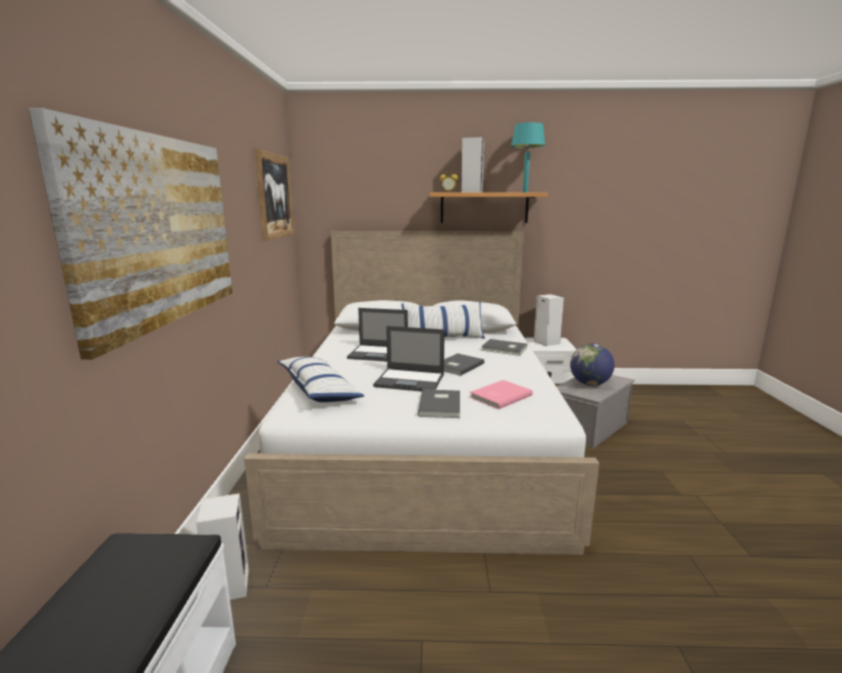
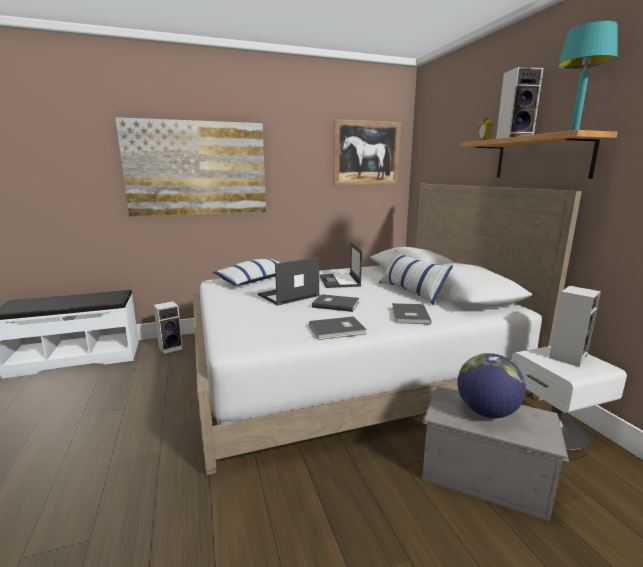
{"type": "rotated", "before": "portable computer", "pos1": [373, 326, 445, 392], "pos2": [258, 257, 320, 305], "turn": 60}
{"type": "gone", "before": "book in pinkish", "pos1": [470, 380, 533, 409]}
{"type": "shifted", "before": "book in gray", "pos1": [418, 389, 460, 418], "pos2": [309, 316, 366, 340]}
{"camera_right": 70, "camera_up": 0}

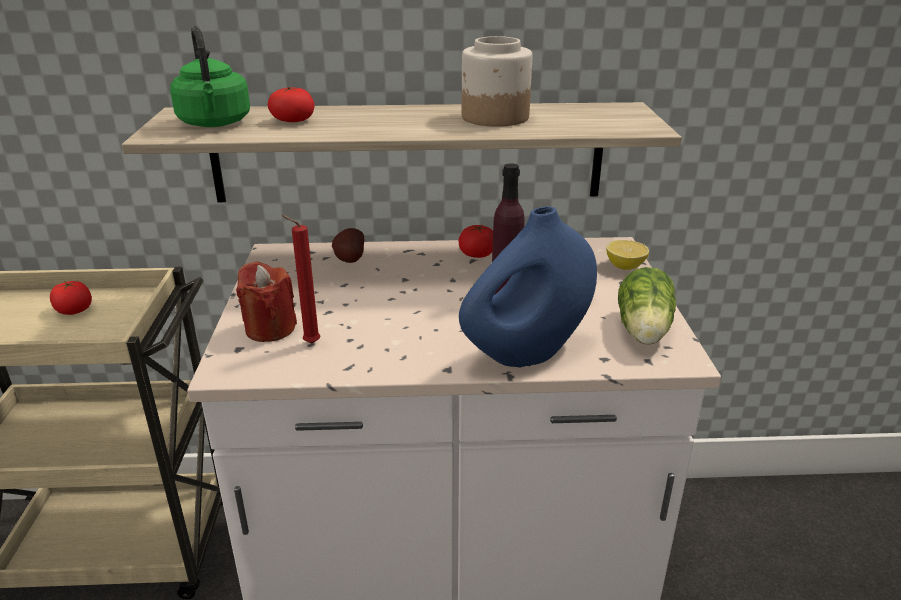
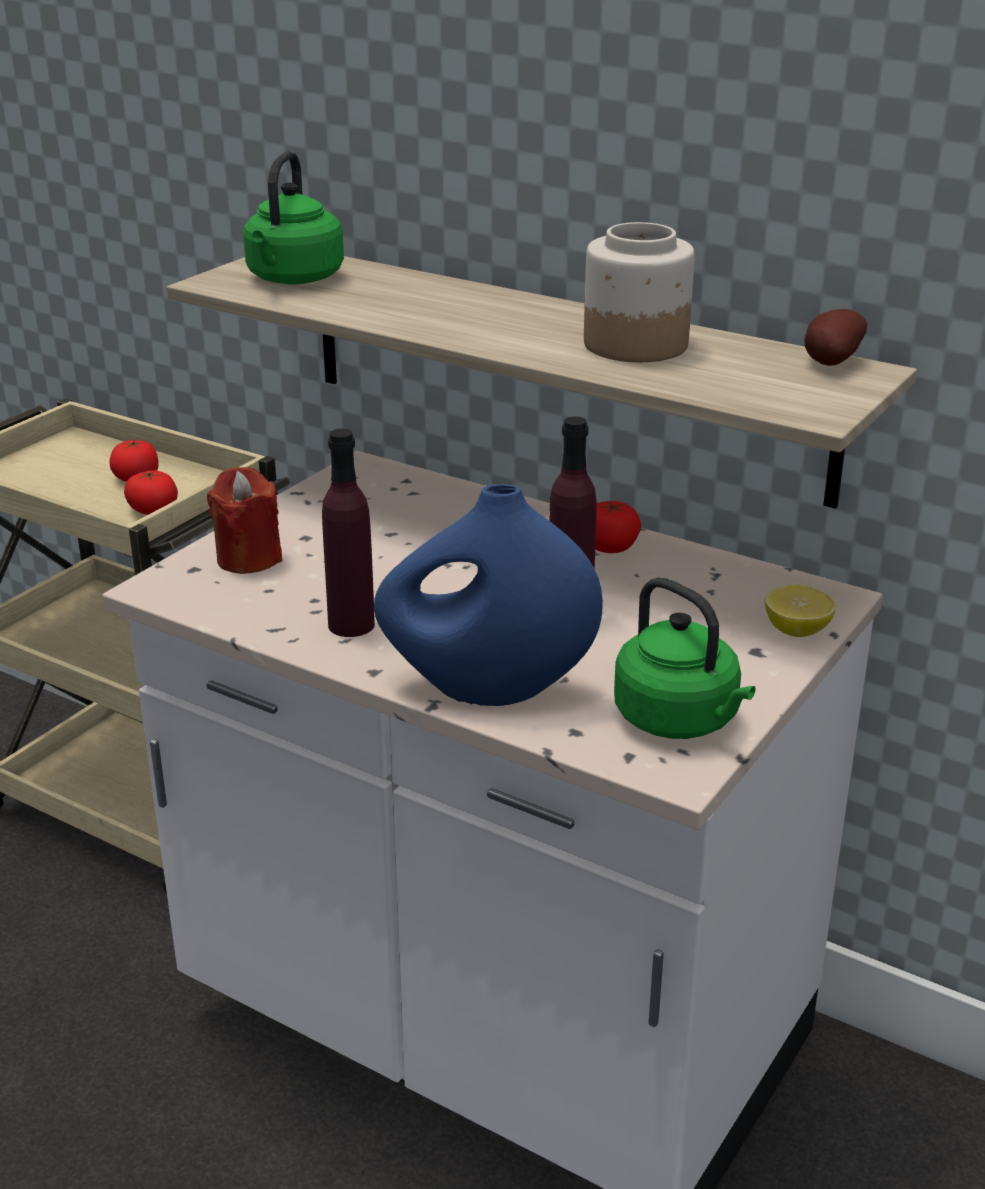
{"type": "shifted", "before": "tomato", "pos1": [268, 86, 315, 122], "pos2": [124, 469, 178, 515]}
{"type": "gone", "before": "wax light in reddish", "pos1": [281, 215, 321, 344]}
{"type": "shifted", "before": "spud", "pos1": [332, 228, 364, 263], "pos2": [804, 309, 867, 366]}
{"type": "swapped", "before": "lettuce", "after": "tea kettle in green-coloured", "pos1": [618, 267, 676, 344], "pos2": [614, 577, 756, 739]}
{"type": "new", "after": "bottle in purple-coloured", "pos2": [322, 429, 375, 637]}
{"camera_right": 35, "camera_up": 0}

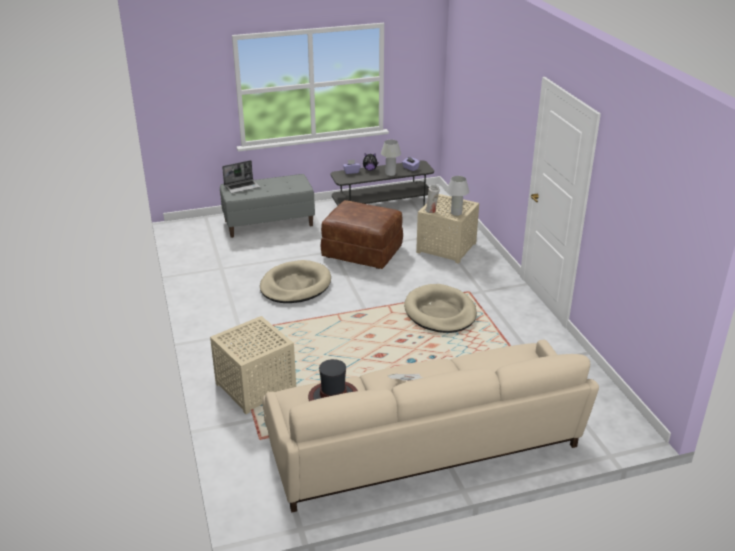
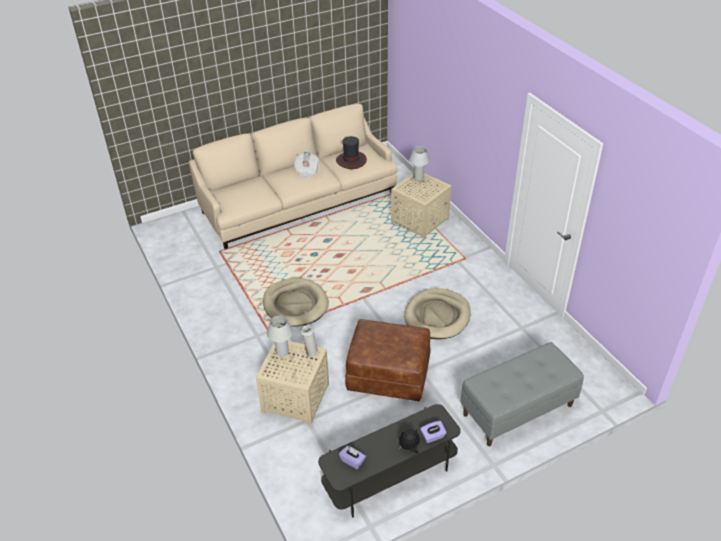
{"type": "shifted", "before": "tabletop lamp in white", "pos1": [381, 139, 401, 176], "pos2": [409, 146, 430, 181]}
{"type": "gone", "before": "portable computer", "pos1": [222, 160, 260, 193]}
{"camera_right": 170, "camera_up": 10}

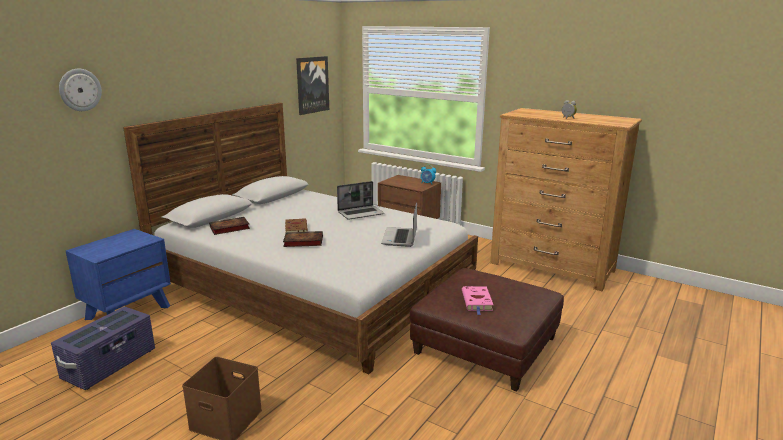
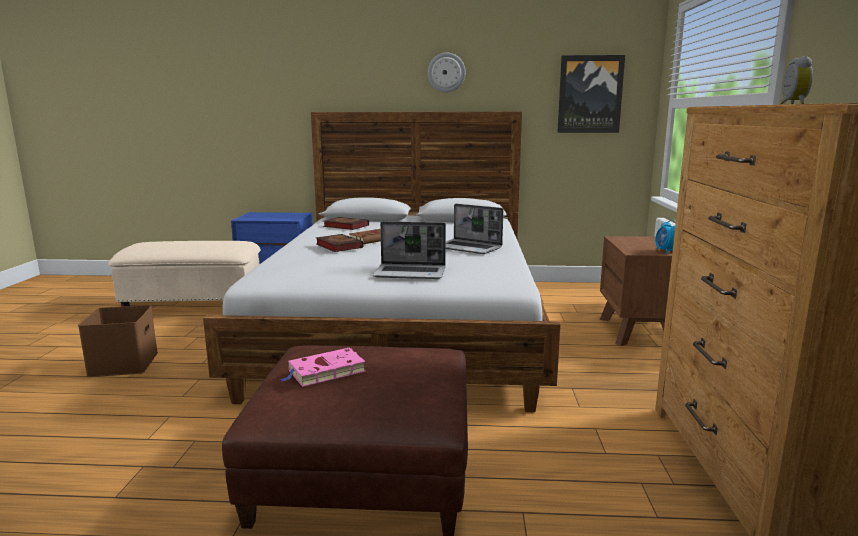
{"type": "shifted", "before": "clock on the wall", "pos1": [59, 69, 102, 111], "pos2": [428, 53, 466, 92]}
{"type": "rotated", "before": "portable computer", "pos1": [381, 202, 417, 247], "pos2": [373, 221, 446, 279], "turn": -150}
{"type": "swapped", "before": "storage box in purple-coloured", "after": "ottoman in beige", "pos1": [51, 306, 155, 390], "pos2": [108, 241, 261, 307]}
{"camera_right": 60, "camera_up": -5}

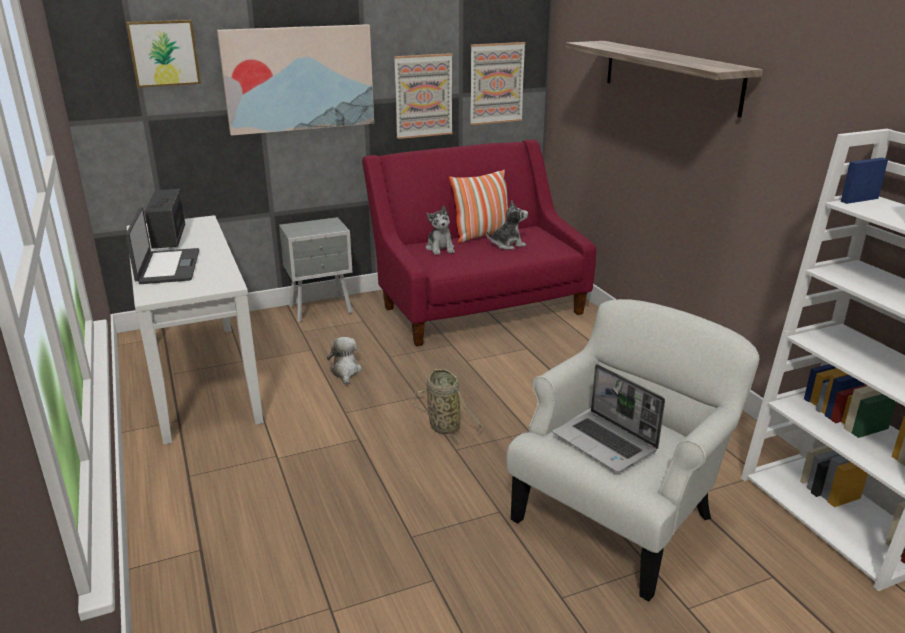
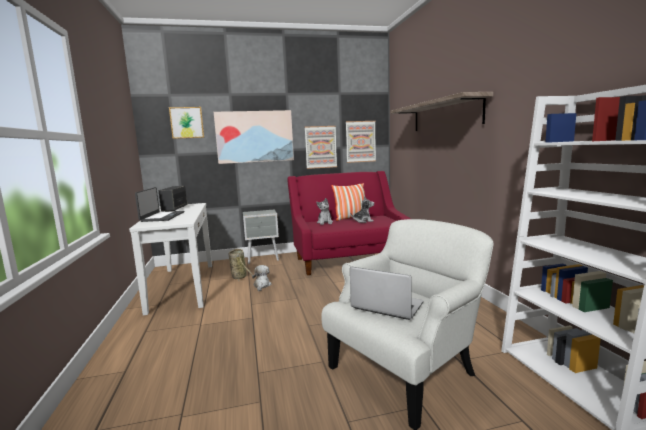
{"type": "rotated", "before": "portable computer", "pos1": [552, 364, 665, 473], "pos2": [350, 267, 423, 320], "turn": 150}
{"type": "shifted", "before": "storage basket", "pos1": [413, 368, 483, 443], "pos2": [229, 249, 253, 281]}
{"camera_right": 10, "camera_up": -15}

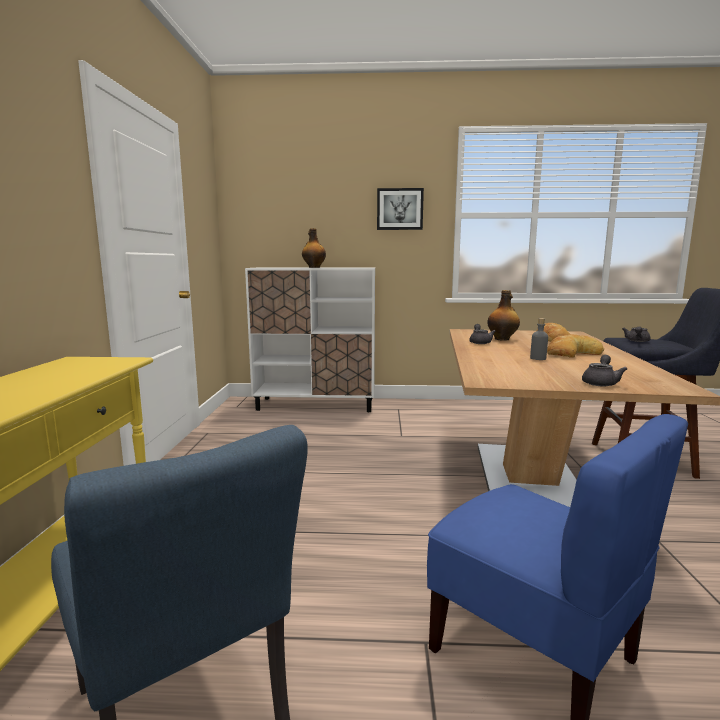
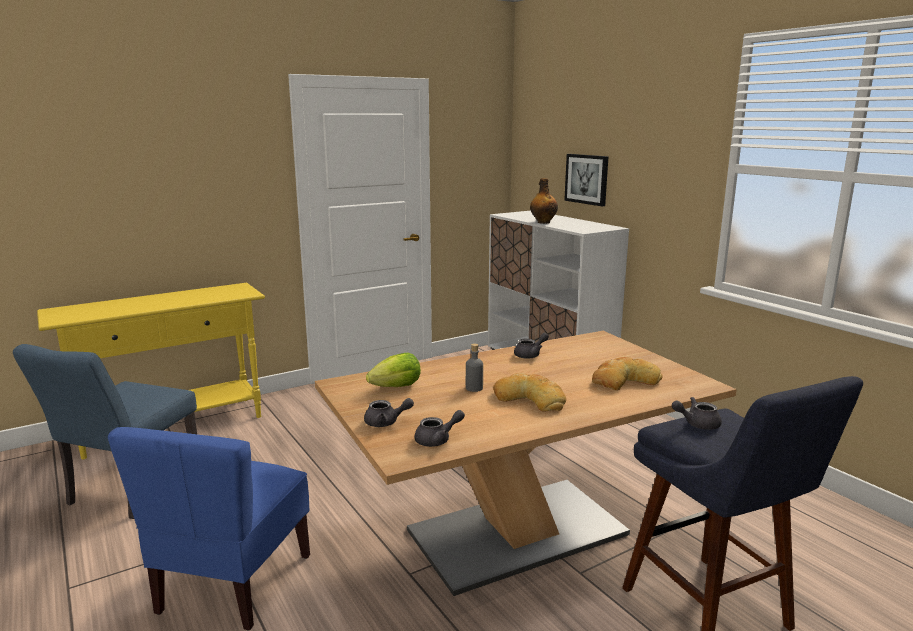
{"type": "shifted", "before": "wall art", "pos1": [377, 188, 424, 230], "pos2": [564, 154, 609, 206]}
{"type": "gone", "before": "bottle", "pos1": [487, 290, 520, 341]}
{"type": "new", "after": "lettuce", "pos2": [366, 353, 421, 387]}
{"type": "new", "after": "pot for tea in gray", "pos2": [415, 410, 465, 447]}
{"camera_right": 55, "camera_up": 5}

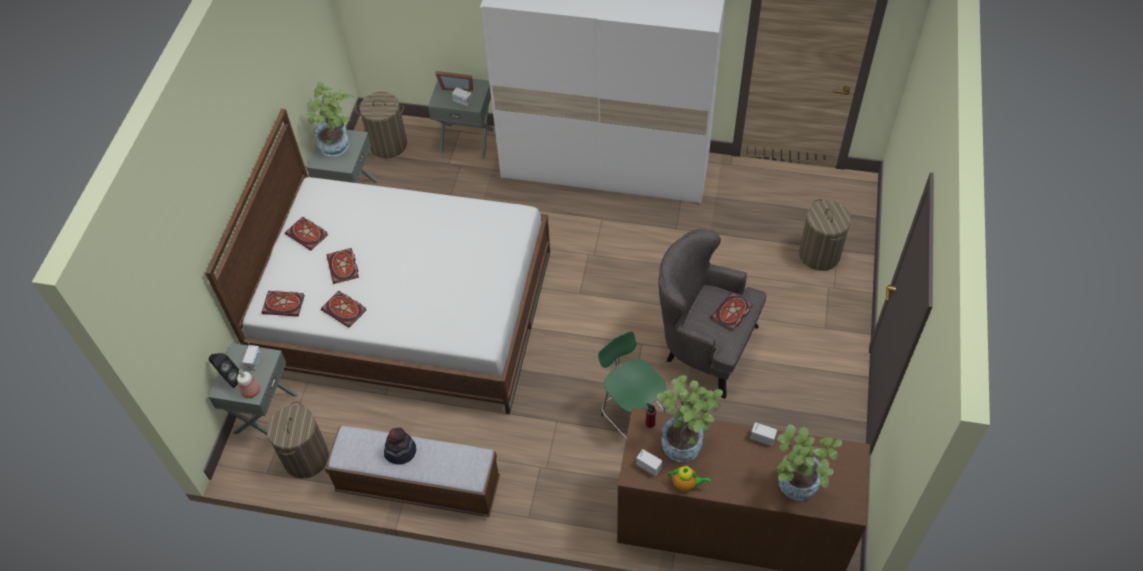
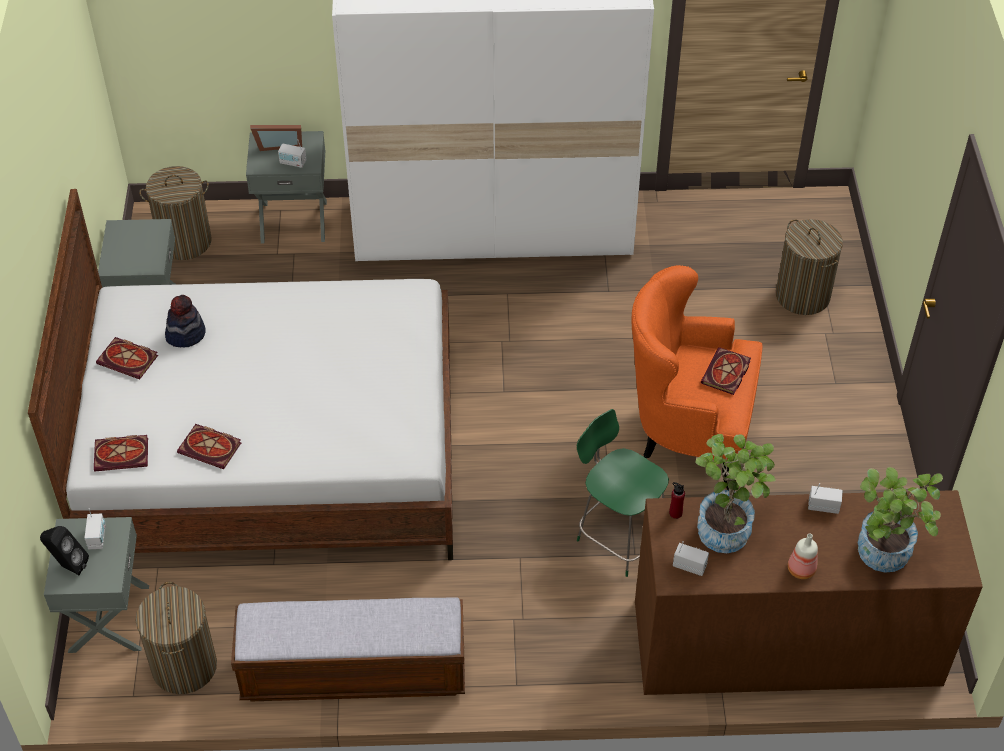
{"type": "gone", "before": "potted plant", "pos1": [303, 82, 353, 157]}
{"type": "repainted", "before": "armchair in gray", "after": "armchair in orangey", "pos1": [658, 229, 766, 399], "pos2": [631, 265, 763, 490]}
{"type": "gone", "before": "book", "pos1": [327, 248, 359, 284]}
{"type": "shifted", "before": "bottle", "pos1": [237, 369, 260, 398], "pos2": [788, 533, 818, 579]}
{"type": "shifted", "before": "clothing hat", "pos1": [384, 427, 416, 465], "pos2": [165, 295, 206, 347]}
{"type": "gone", "before": "pot for tea", "pos1": [668, 465, 711, 491]}
{"camera_right": -15, "camera_up": -5}

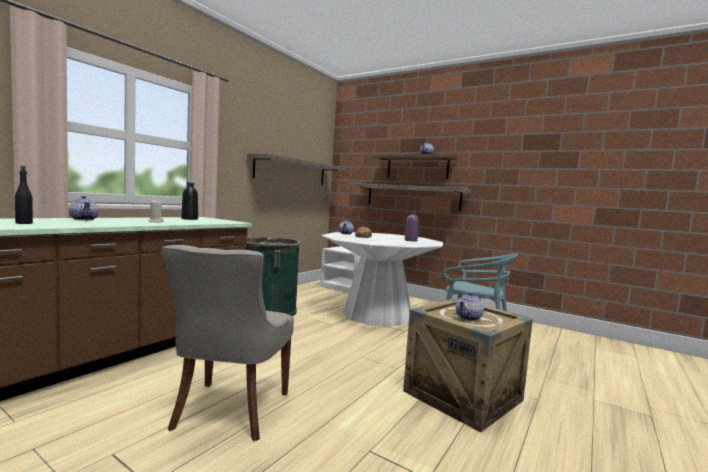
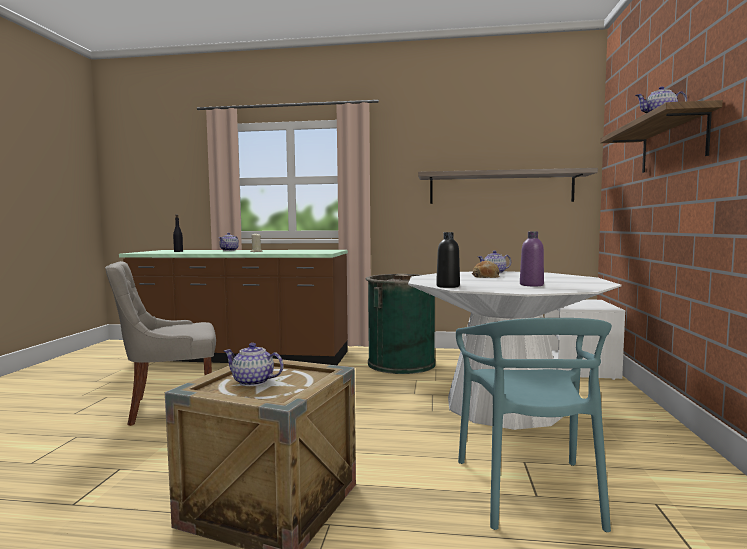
{"type": "shifted", "before": "bottle in blackish", "pos1": [181, 182, 198, 220], "pos2": [436, 232, 460, 288]}
{"type": "gone", "before": "shelf", "pos1": [351, 183, 471, 211]}
{"camera_right": 65, "camera_up": 0}

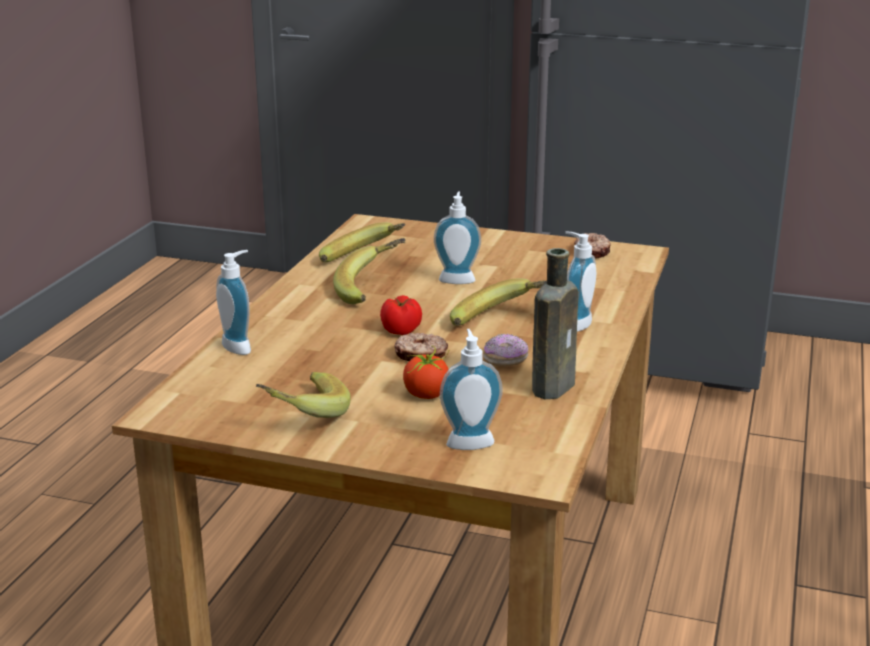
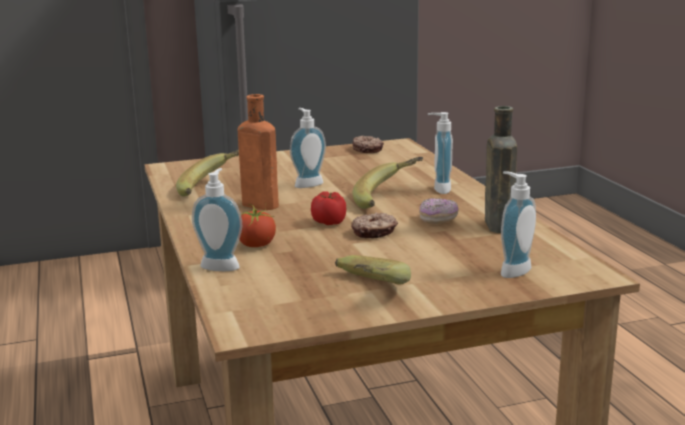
{"type": "swapped", "before": "banana fruit", "after": "bottle in orangey", "pos1": [333, 238, 405, 304], "pos2": [238, 94, 279, 210]}
{"type": "shifted", "before": "tomato", "pos1": [403, 346, 450, 399], "pos2": [239, 204, 276, 247]}
{"camera_right": -35, "camera_up": -5}

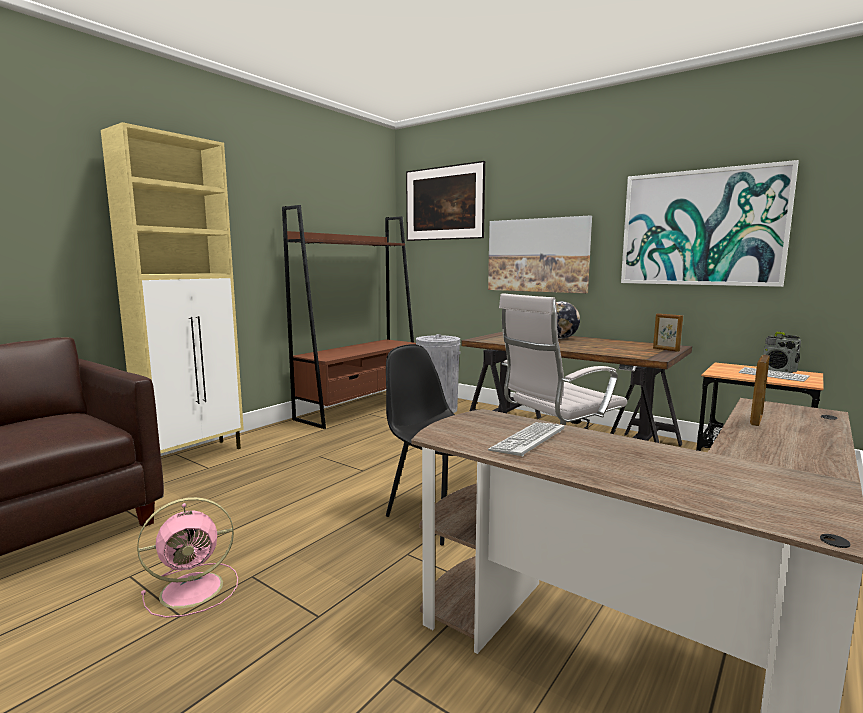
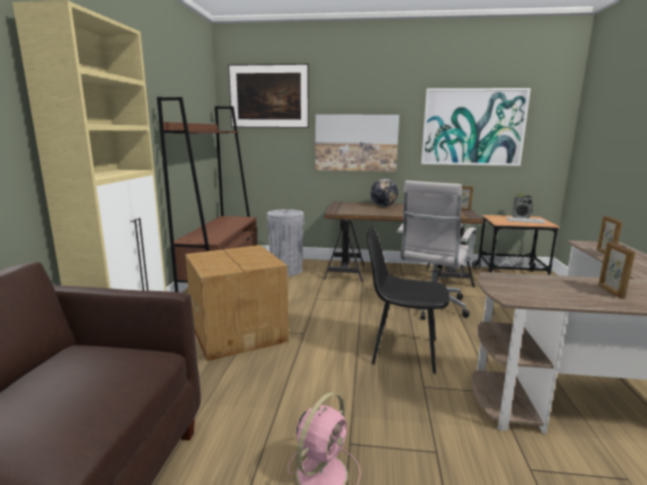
{"type": "gone", "before": "PC keyboard", "pos1": [488, 422, 564, 457]}
{"type": "new", "after": "photo frame", "pos2": [598, 242, 635, 299]}
{"type": "new", "after": "cardboard box", "pos2": [185, 245, 289, 361]}
{"camera_right": -30, "camera_up": 5}

